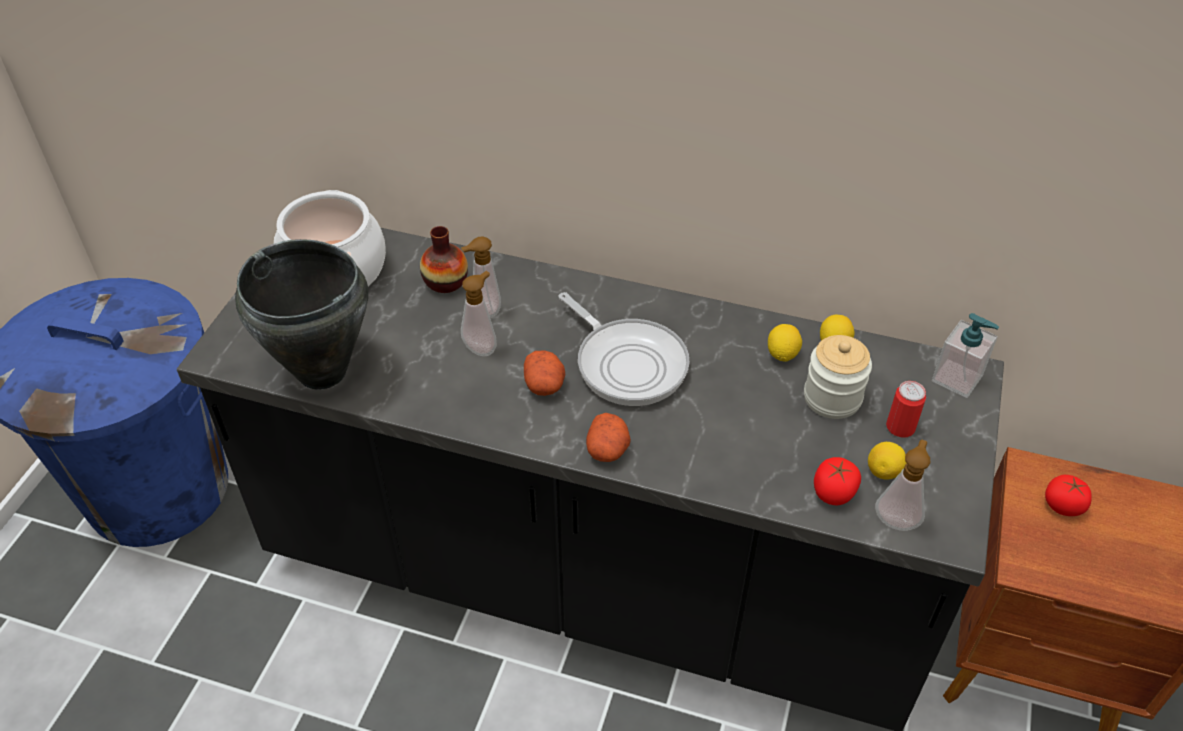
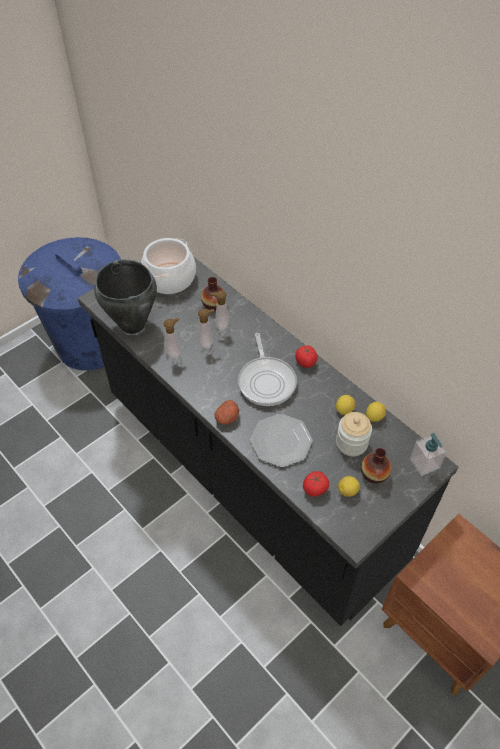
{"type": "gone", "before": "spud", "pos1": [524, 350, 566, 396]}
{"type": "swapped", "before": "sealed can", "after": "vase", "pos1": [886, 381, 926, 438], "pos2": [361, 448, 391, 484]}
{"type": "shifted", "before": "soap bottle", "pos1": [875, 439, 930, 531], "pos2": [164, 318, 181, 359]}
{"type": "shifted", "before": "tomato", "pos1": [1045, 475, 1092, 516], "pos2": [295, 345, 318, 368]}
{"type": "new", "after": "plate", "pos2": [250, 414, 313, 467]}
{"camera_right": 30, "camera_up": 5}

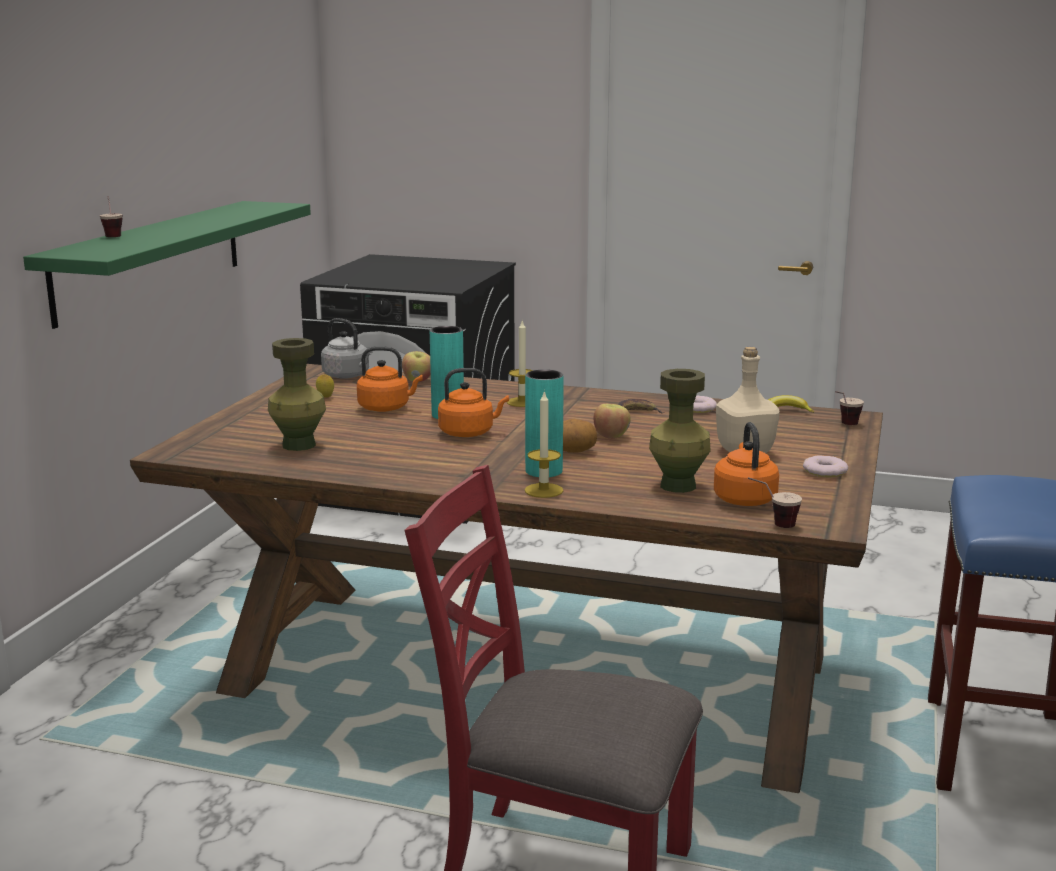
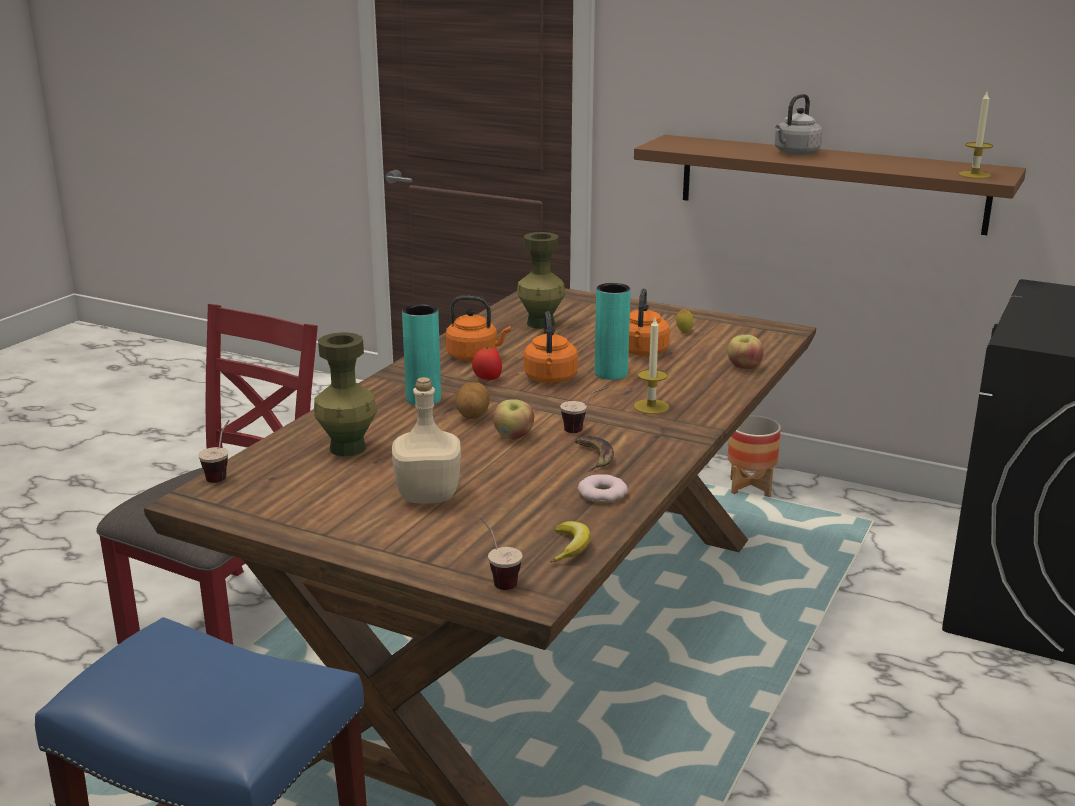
{"type": "shifted", "before": "small cup", "pos1": [100, 196, 123, 237], "pos2": [560, 387, 609, 433]}
{"type": "repainted", "before": "shelf in green-coloured", "after": "shelf in brown", "pos1": [23, 201, 311, 329], "pos2": [634, 135, 1026, 235]}
{"type": "shifted", "before": "tea kettle in gray", "pos1": [321, 318, 372, 379], "pos2": [775, 94, 822, 155]}
{"type": "shifted", "before": "wax light", "pos1": [525, 390, 563, 498], "pos2": [959, 92, 993, 179]}
{"type": "shifted", "before": "tea kettle in orangey", "pos1": [714, 422, 779, 506], "pos2": [445, 296, 511, 361]}
{"type": "gone", "before": "ring doughnut", "pos1": [803, 456, 848, 477]}
{"type": "new", "after": "tomato", "pos2": [472, 347, 502, 380]}
{"type": "new", "after": "flower pot", "pos2": [728, 415, 781, 497]}
{"camera_right": 100, "camera_up": 5}

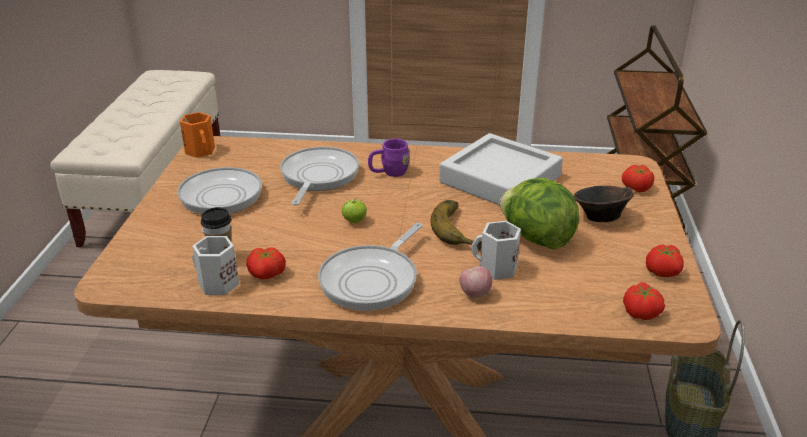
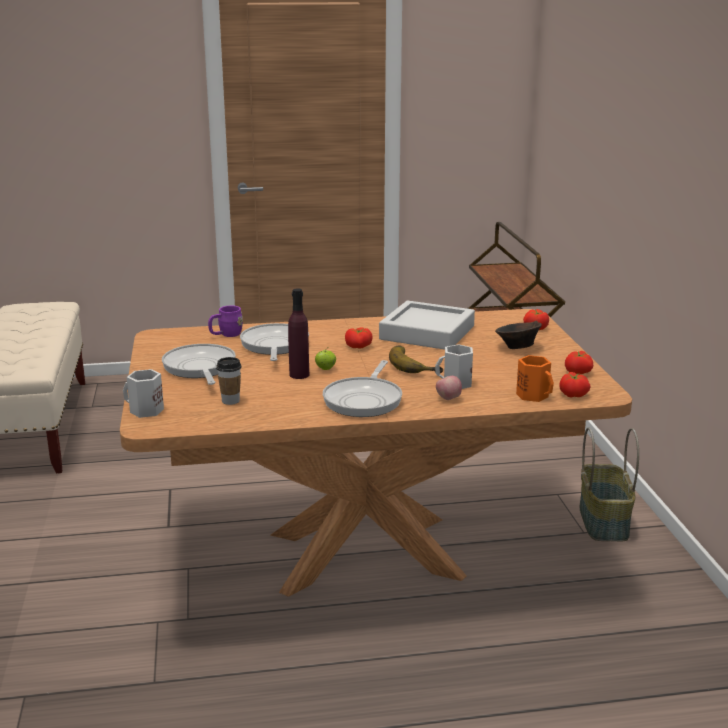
{"type": "shifted", "before": "mug in orangey", "pos1": [180, 112, 215, 158], "pos2": [516, 355, 554, 402]}
{"type": "shifted", "before": "mug in purple-coloured", "pos1": [368, 139, 410, 177], "pos2": [208, 305, 243, 337]}
{"type": "gone", "before": "lettuce", "pos1": [500, 178, 579, 249]}
{"type": "shifted", "before": "mug in white", "pos1": [192, 236, 239, 295], "pos2": [123, 369, 164, 418]}
{"type": "shifted", "before": "tomato", "pos1": [246, 247, 286, 279], "pos2": [345, 327, 373, 349]}
{"type": "new", "after": "bottle in purple-coloured", "pos2": [288, 288, 309, 379]}
{"camera_right": -15, "camera_up": -10}

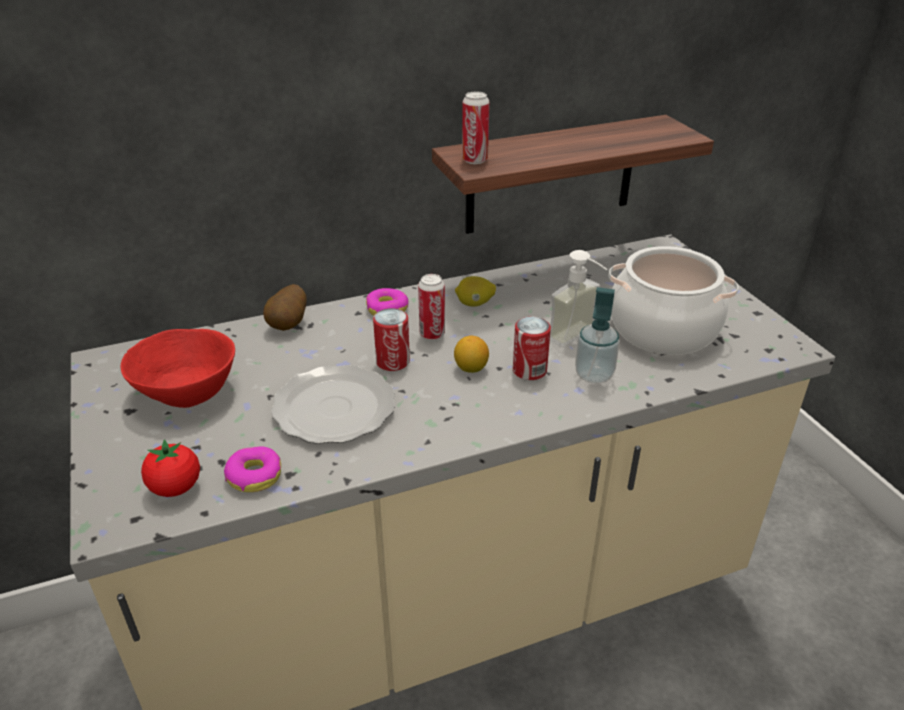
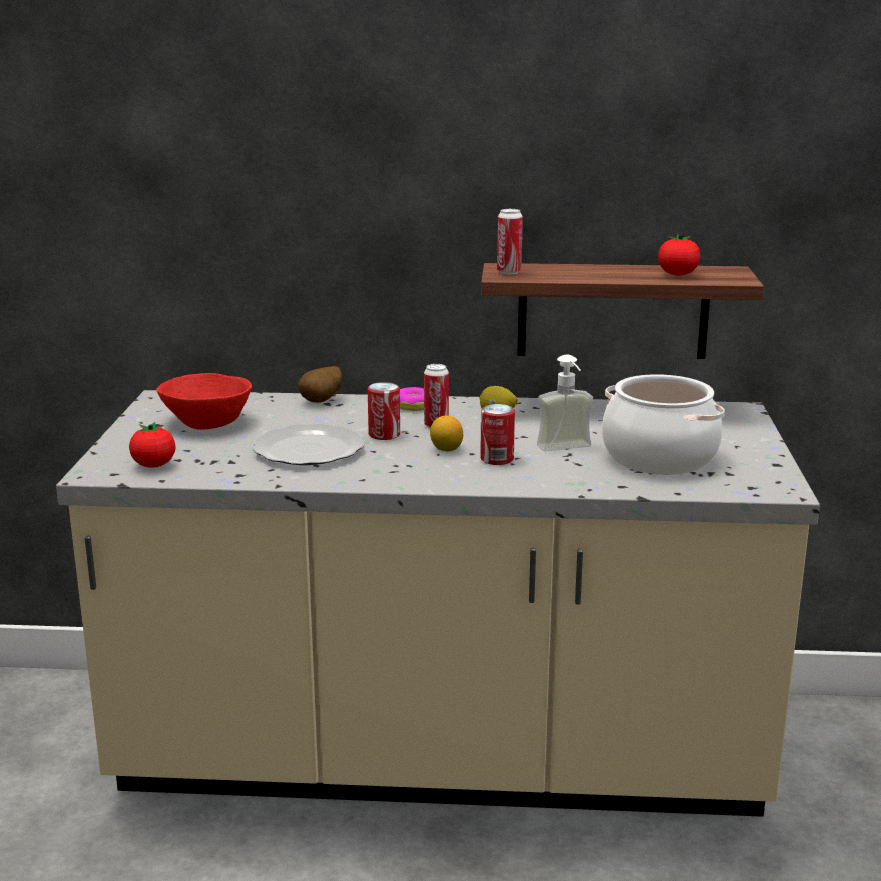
{"type": "gone", "before": "soap bottle", "pos1": [575, 287, 620, 384]}
{"type": "gone", "before": "ring doughnut", "pos1": [224, 446, 281, 492]}
{"type": "new", "after": "tomato", "pos2": [658, 235, 700, 276]}
{"camera_right": 25, "camera_up": -15}

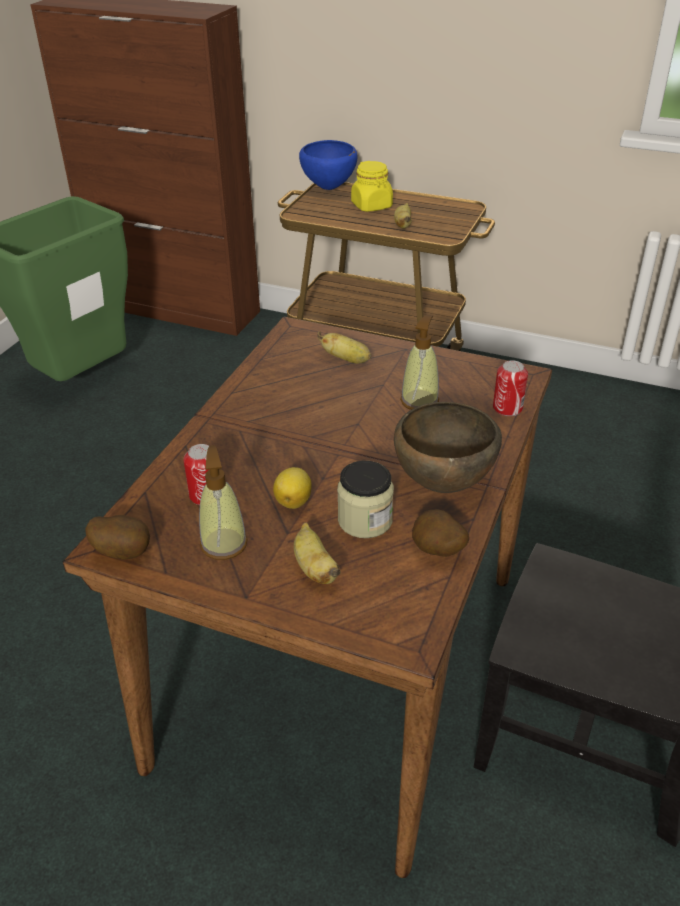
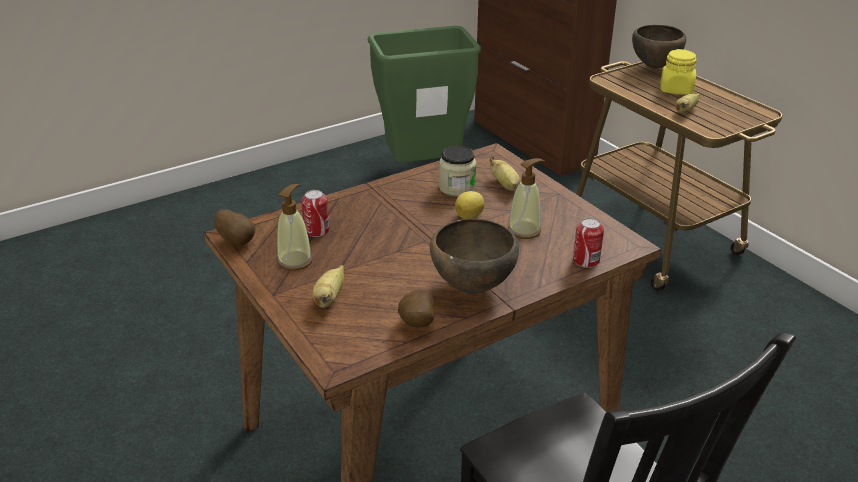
{"type": "repainted", "before": "deep dish in blue-coloured", "after": "deep dish in brown", "pos1": [299, 140, 357, 190], "pos2": [632, 25, 686, 69]}
{"type": "shifted", "before": "preserve jar", "pos1": [337, 461, 394, 538], "pos2": [439, 146, 476, 196]}
{"type": "shifted", "before": "citrus fruit", "pos1": [273, 467, 312, 509], "pos2": [455, 191, 485, 219]}
{"camera_right": 35, "camera_up": -5}

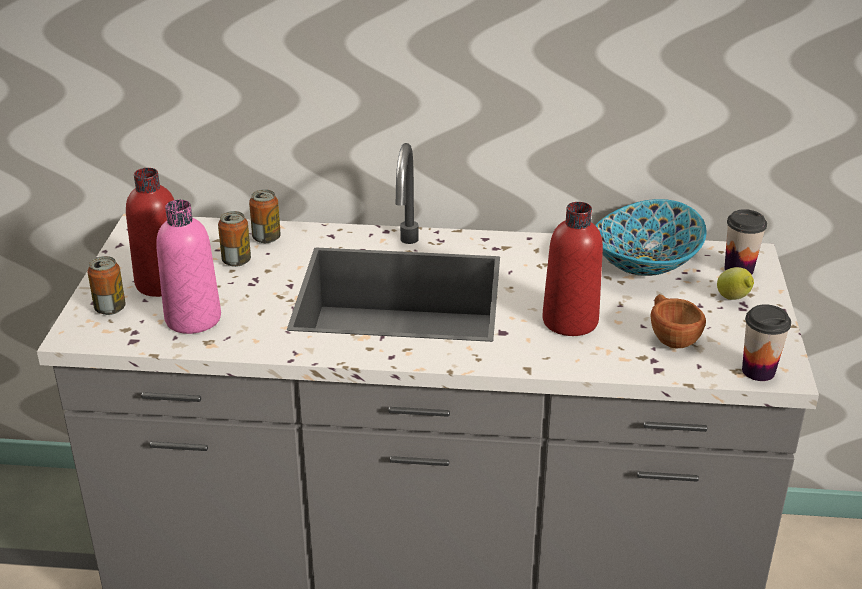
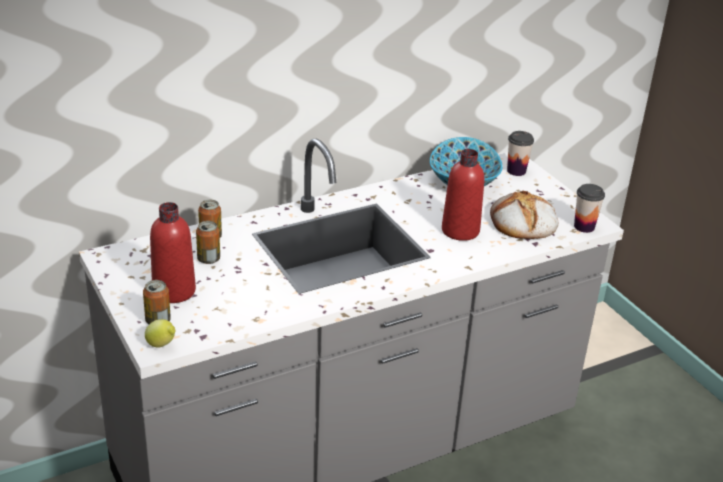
{"type": "gone", "before": "bottle in pinkish", "pos1": [156, 200, 221, 334]}
{"type": "shifted", "before": "citrus fruit", "pos1": [717, 267, 754, 300], "pos2": [145, 319, 175, 348]}
{"type": "swapped", "before": "small cup in brown", "after": "bakery bread", "pos1": [651, 294, 706, 349], "pos2": [490, 191, 558, 239]}
{"camera_right": -35, "camera_up": 0}

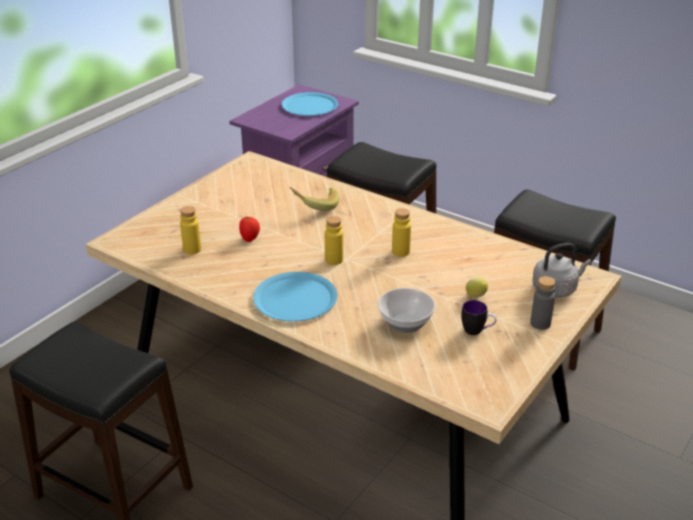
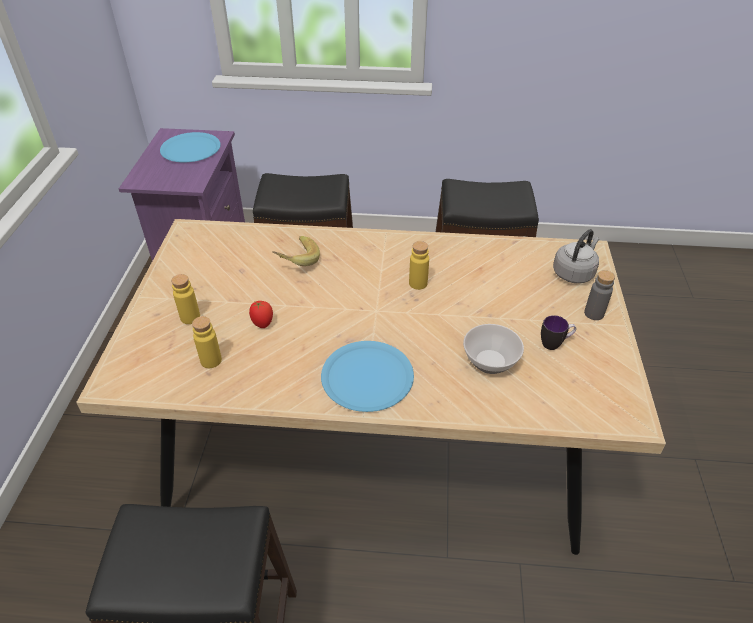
{"type": "shifted", "before": "bottle in yellow-coloured", "pos1": [325, 216, 343, 265], "pos2": [171, 274, 200, 324]}
{"type": "gone", "before": "citrus fruit", "pos1": [466, 277, 488, 298]}
{"camera_right": -30, "camera_up": 10}

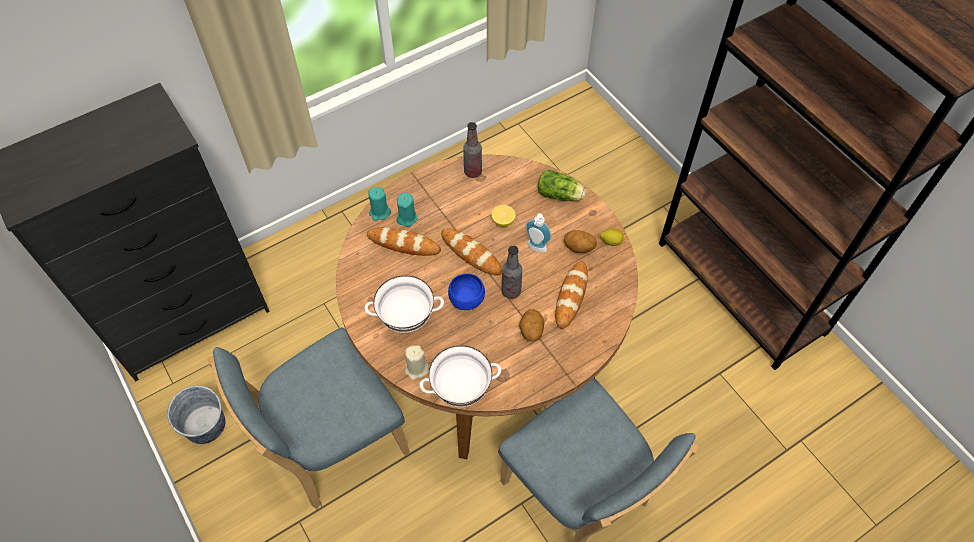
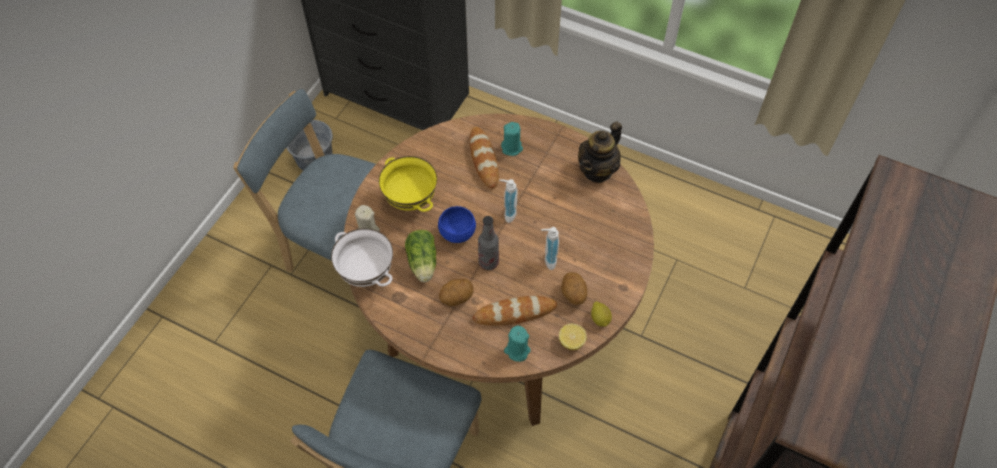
{"type": "swapped", "before": "bottle", "after": "pot for tea", "pos1": [463, 122, 482, 178], "pos2": [578, 121, 622, 183]}
{"type": "shifted", "before": "lettuce", "pos1": [538, 170, 586, 201], "pos2": [405, 230, 436, 282]}
{"type": "shifted", "before": "wax light in turquoise-coloured", "pos1": [369, 187, 391, 221], "pos2": [504, 325, 531, 362]}
{"type": "shifted", "before": "citrus fruit", "pos1": [491, 205, 516, 227], "pos2": [559, 324, 587, 350]}
{"type": "swapped", "before": "bakery bread", "after": "soap bottle", "pos1": [441, 228, 502, 276], "pos2": [499, 179, 518, 223]}
{"type": "repainted", "before": "deep dish in white", "after": "deep dish in yellow-coloured", "pos1": [365, 275, 444, 333], "pos2": [379, 156, 437, 212]}
{"camera_right": 60, "camera_up": 0}

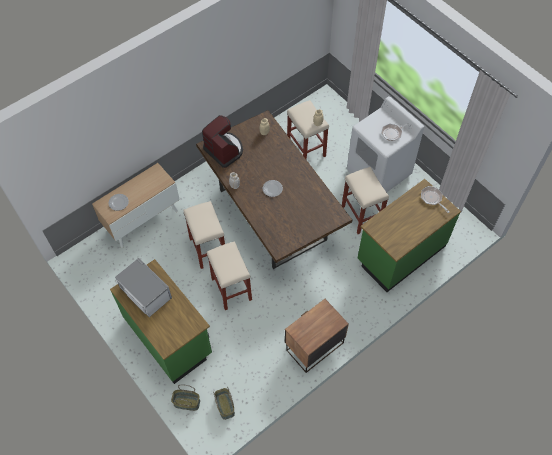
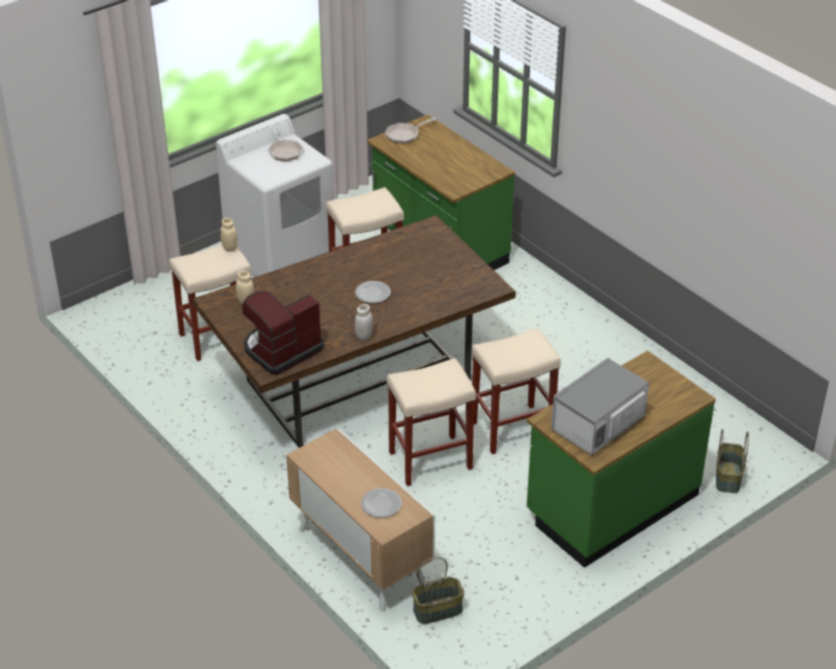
{"type": "gone", "before": "bedside table", "pos1": [285, 299, 349, 373]}
{"type": "shifted", "before": "storage basket", "pos1": [213, 387, 235, 420], "pos2": [412, 557, 464, 624]}
{"camera_right": -90, "camera_up": -20}

